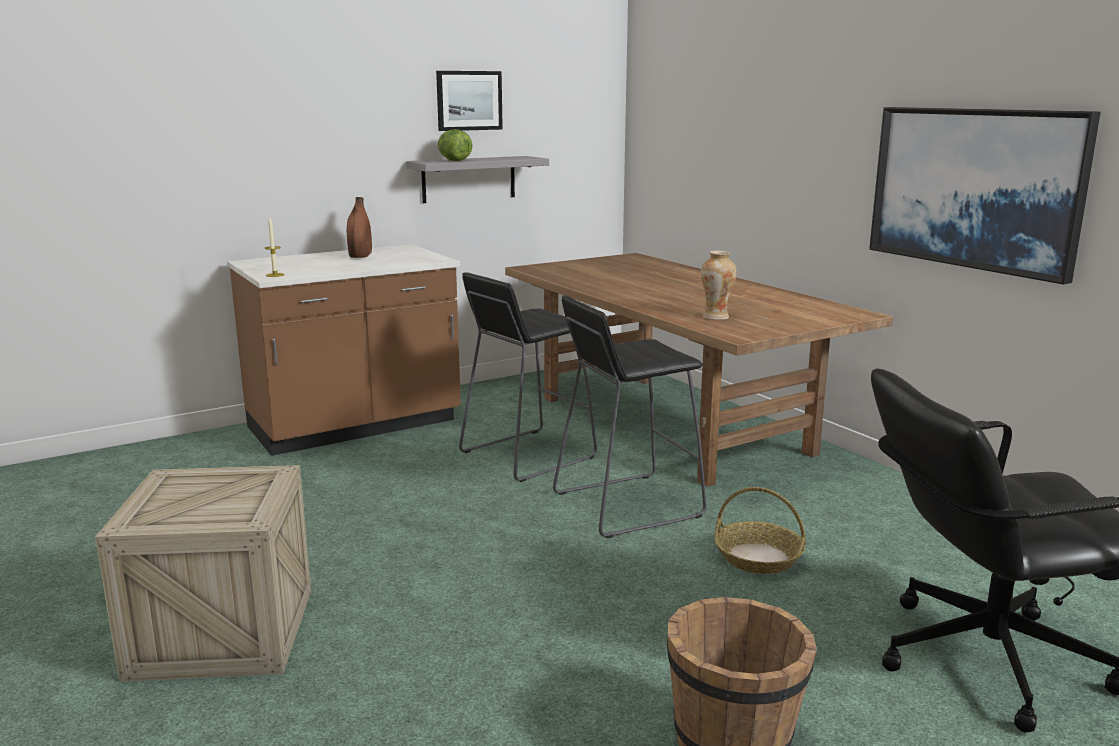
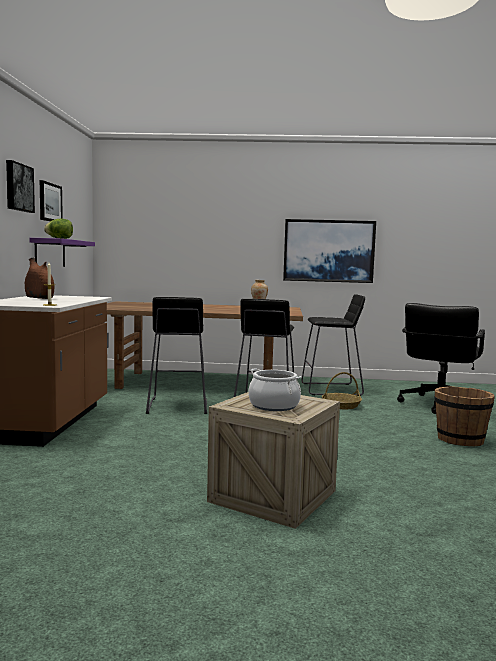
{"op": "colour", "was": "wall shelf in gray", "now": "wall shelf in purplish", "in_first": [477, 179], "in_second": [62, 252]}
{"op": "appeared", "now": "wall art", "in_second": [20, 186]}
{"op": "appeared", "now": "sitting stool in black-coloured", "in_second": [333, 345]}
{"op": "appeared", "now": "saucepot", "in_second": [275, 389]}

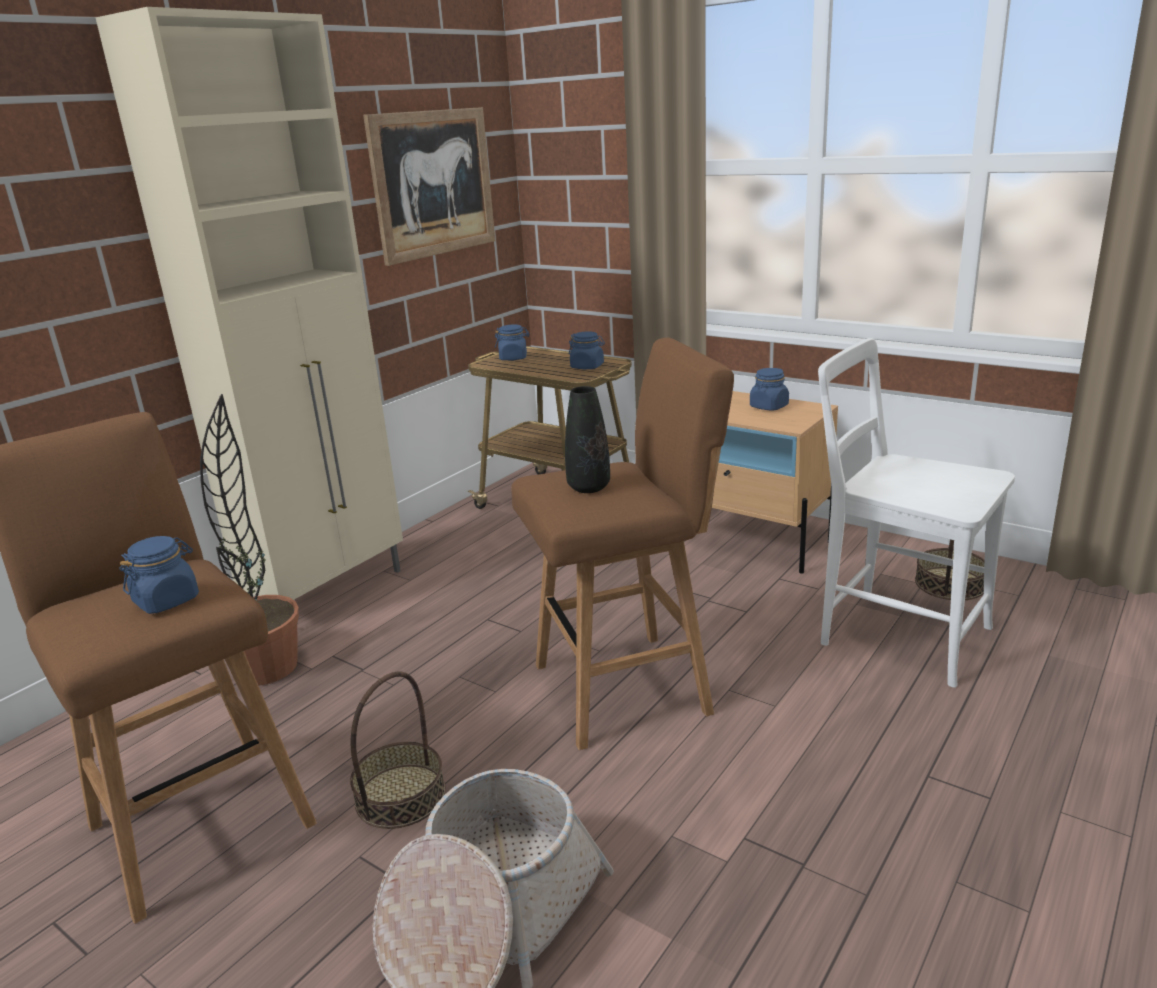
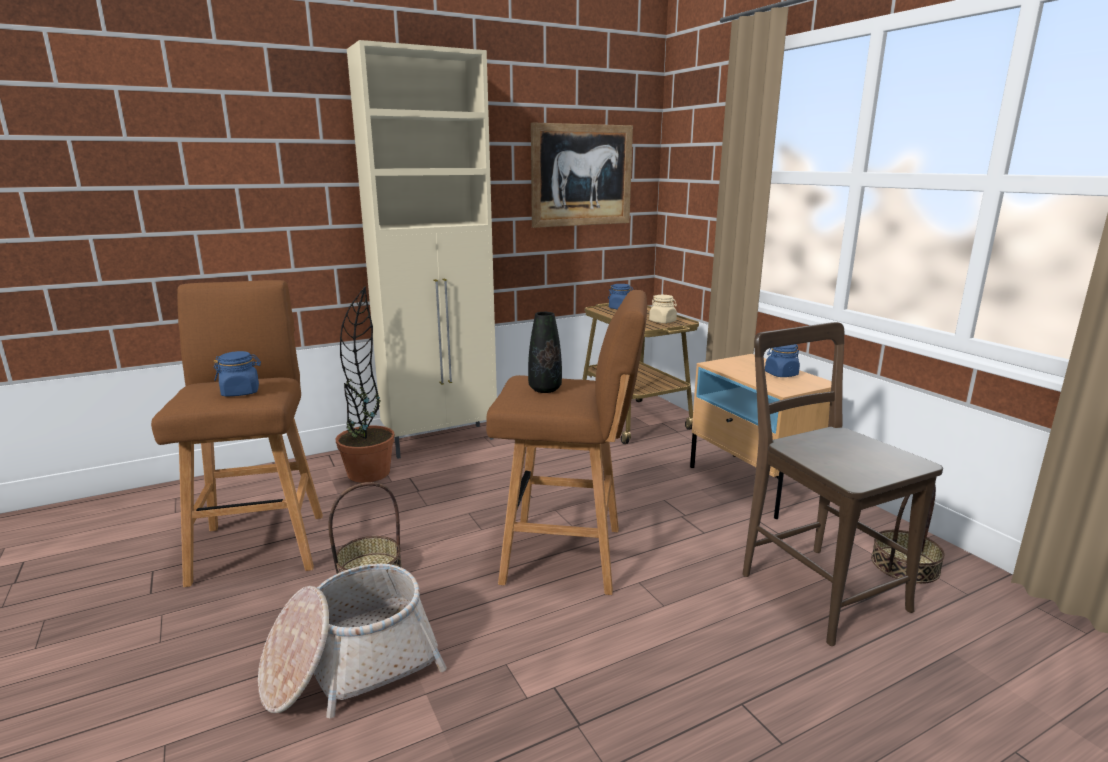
{"op": "colour", "was": "preserve jar in blue", "now": "preserve jar in beige", "in_first": [587, 350], "in_second": [663, 309]}
{"op": "colour", "was": "chair in white-coloured", "now": "chair in brown", "in_first": [916, 513], "in_second": [843, 484]}

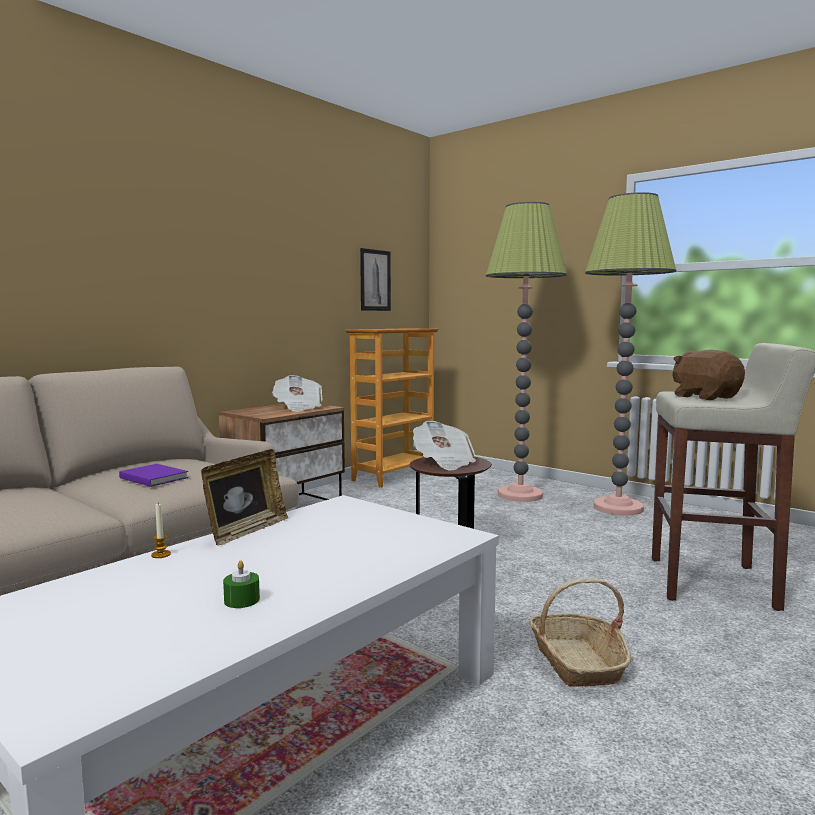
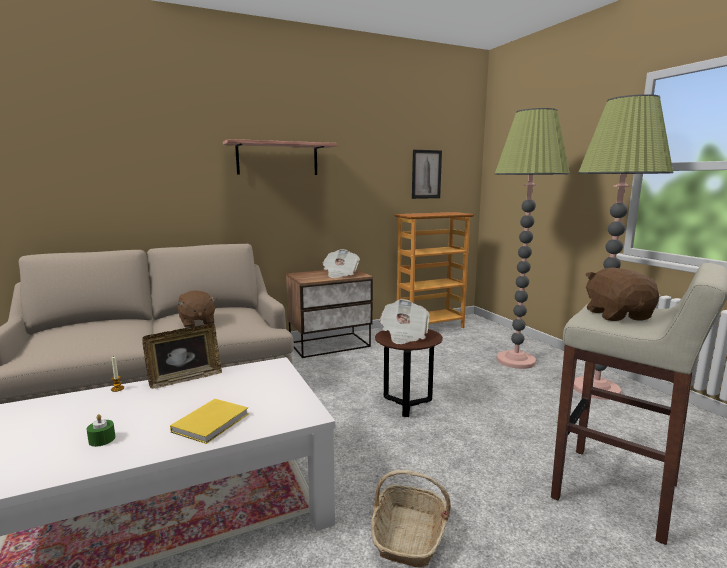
{"op": "exchanged", "was": "volume in purplish", "now": "cuddly toy in brown", "in_first": [153, 475], "in_second": [197, 309]}
{"op": "appeared", "now": "wall shelf", "in_second": [280, 157]}
{"op": "appeared", "now": "volume in yellow", "in_second": [209, 421]}

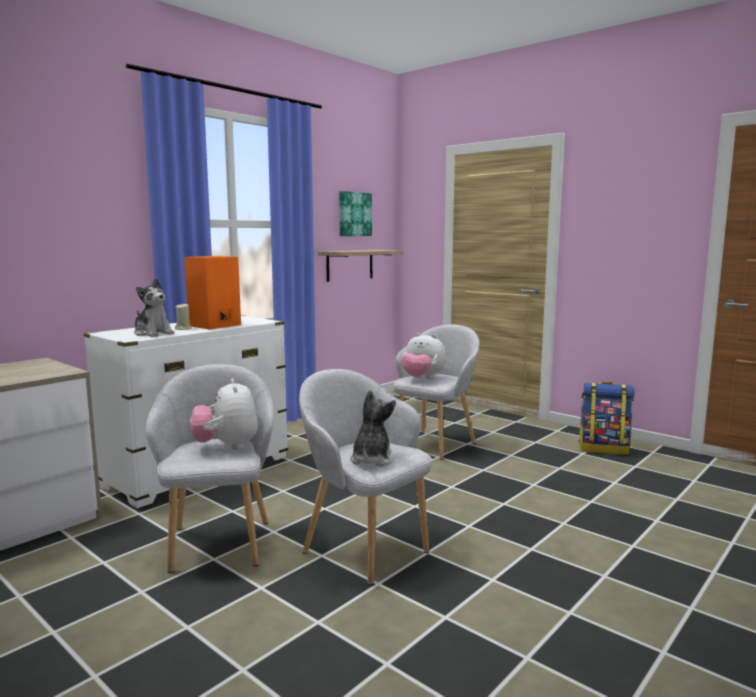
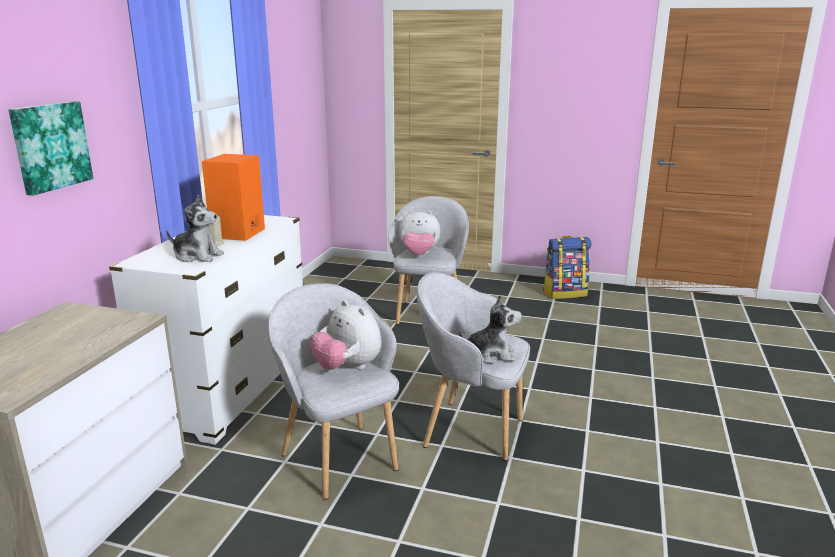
{"op": "relocated", "was": "wall art", "in_first": [355, 213], "in_second": [51, 148]}
{"op": "missing", "was": "wall shelf", "in_first": [360, 266]}
{"op": "spun", "was": "cuddly toy", "in_first": [373, 428], "in_second": [490, 329], "clockwise": 105}

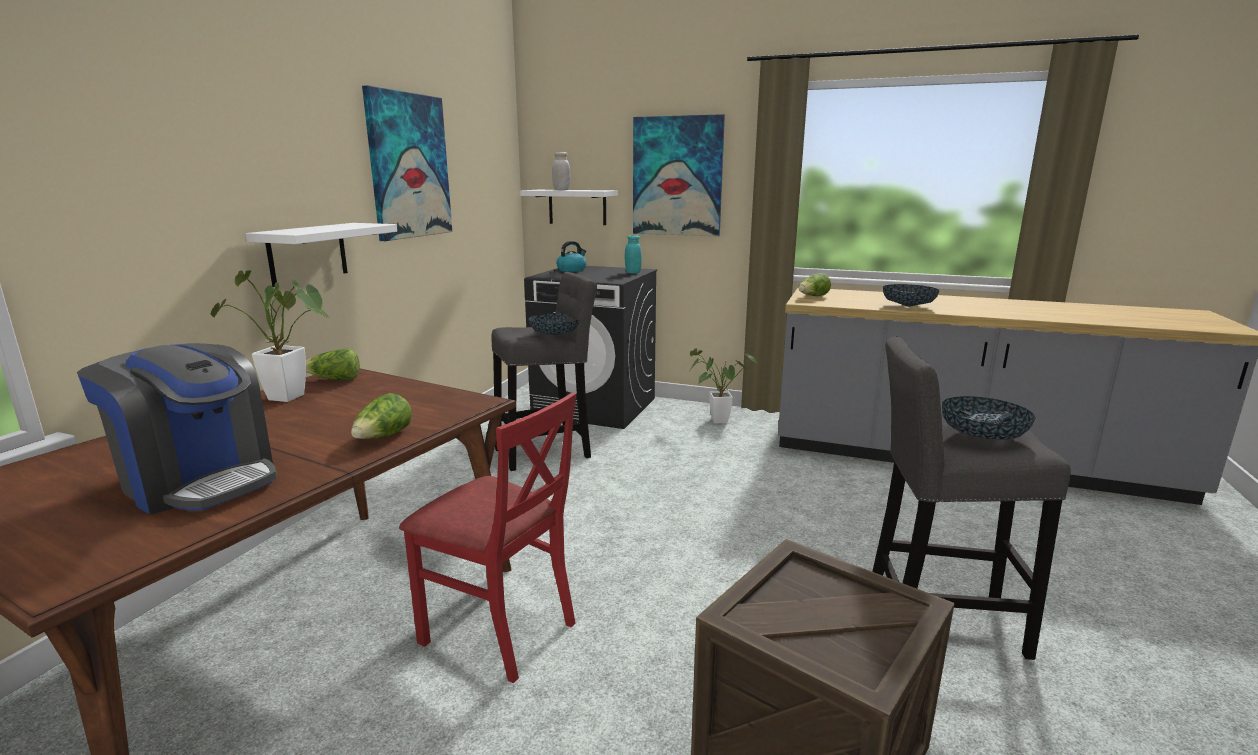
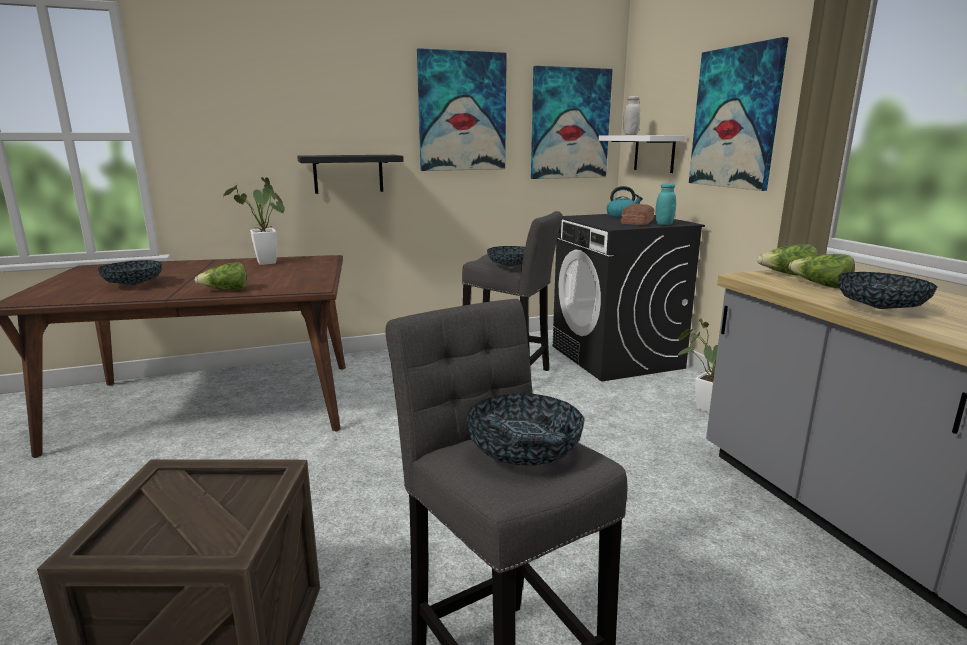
{"op": "colour", "was": "wall shelf in white-coloured", "now": "wall shelf in black-coloured", "in_first": [321, 255], "in_second": [350, 174]}
{"op": "exchanged", "was": "coffee maker", "now": "bowl", "in_first": [177, 428], "in_second": [130, 272]}
{"op": "relocated", "was": "head of lettuce", "in_first": [332, 364], "in_second": [821, 271]}
{"op": "missing", "was": "chair in red", "in_first": [487, 537]}
{"op": "appeared", "now": "wall art", "in_second": [572, 122]}
{"op": "appeared", "now": "baked bread", "in_second": [637, 214]}

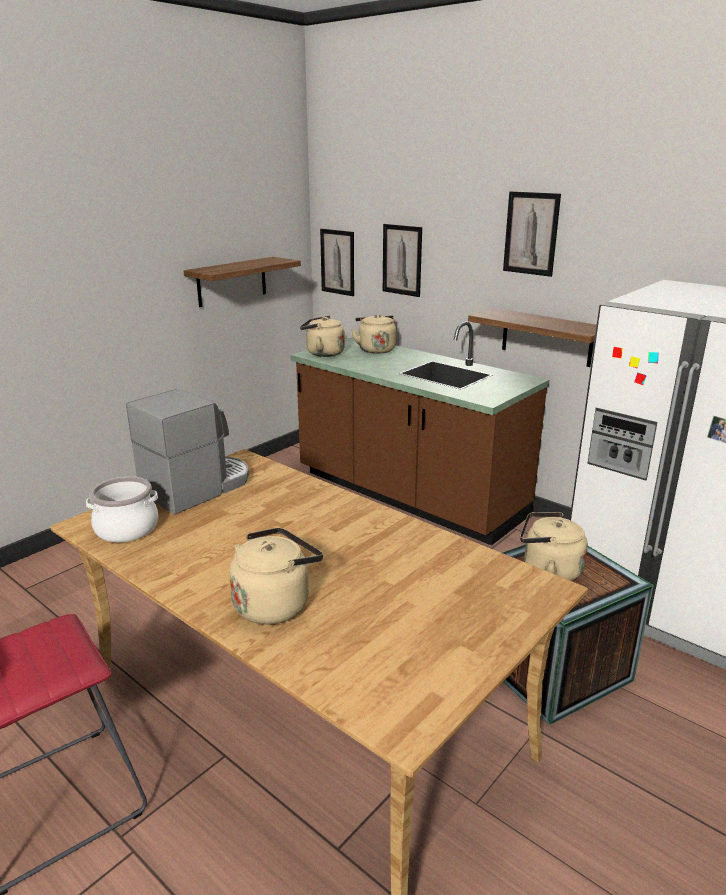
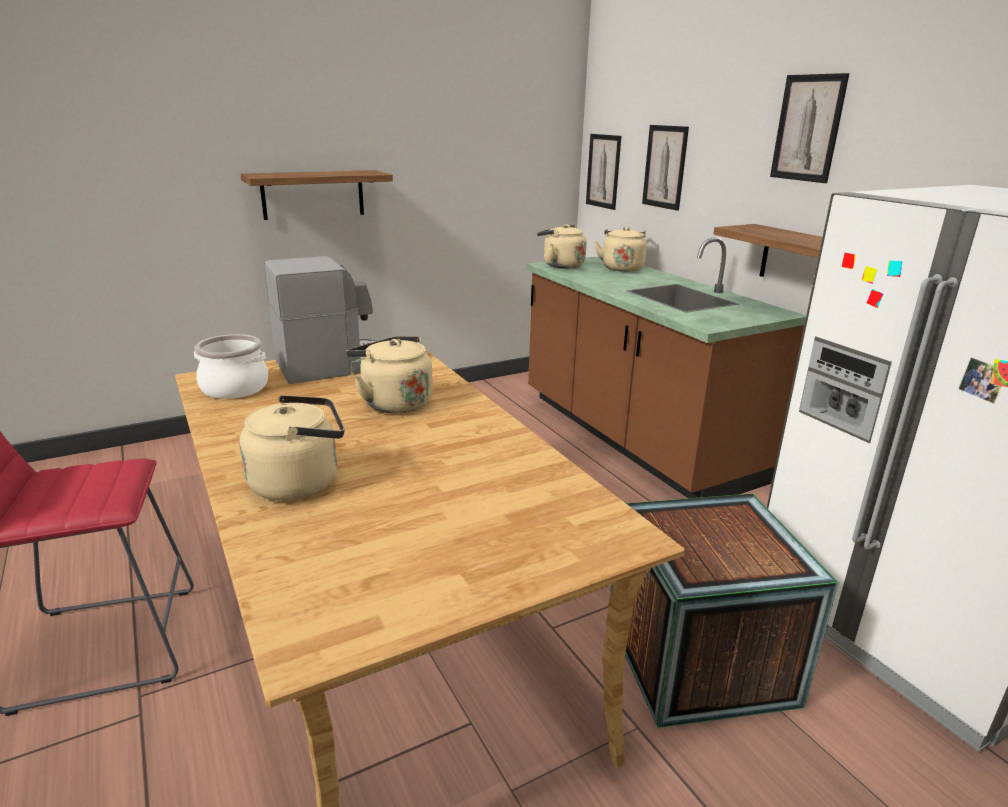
{"op": "relocated", "was": "wall shelf", "in_first": [242, 282], "in_second": [316, 195]}
{"op": "relocated", "was": "water kettle in beige", "in_first": [554, 546], "in_second": [389, 374]}

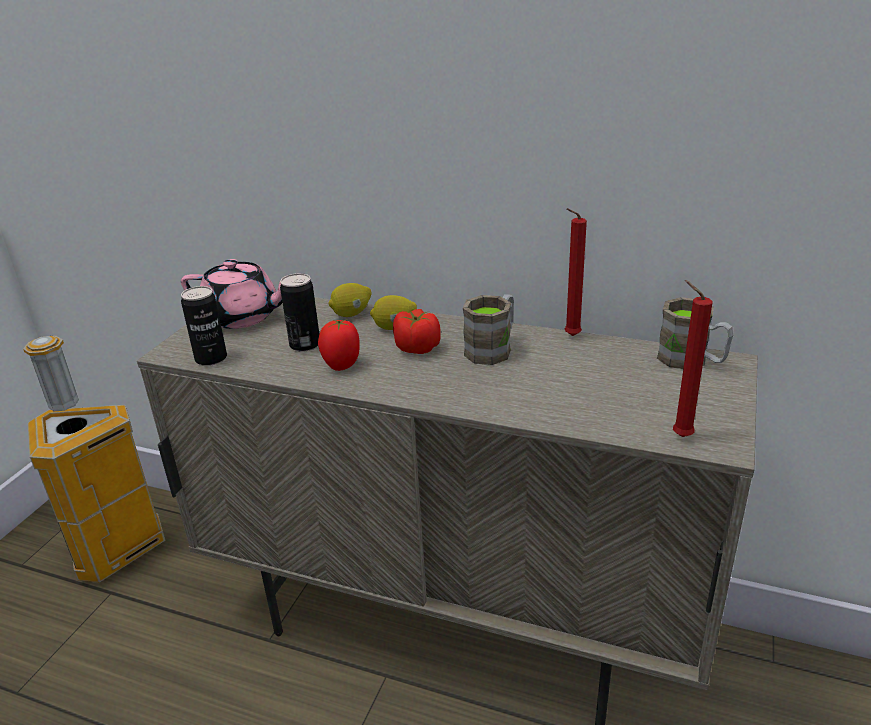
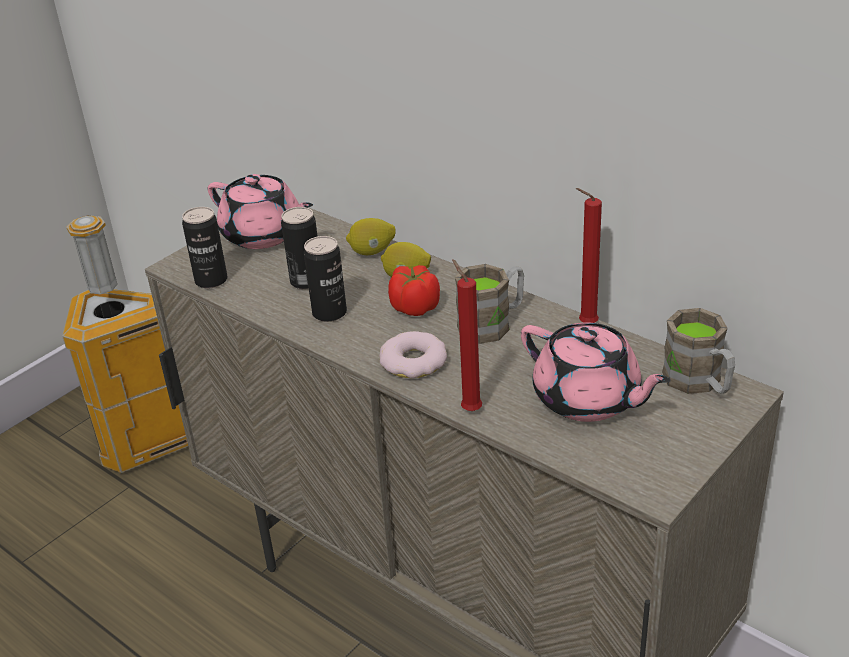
{"op": "relocated", "was": "candle in red", "in_first": [693, 358], "in_second": [467, 335]}
{"op": "exchanged", "was": "tomato", "now": "sealed can", "in_first": [339, 345], "in_second": [325, 279]}
{"op": "appeared", "now": "teapot in pinkish", "in_second": [596, 372]}
{"op": "appeared", "now": "donut", "in_second": [413, 354]}

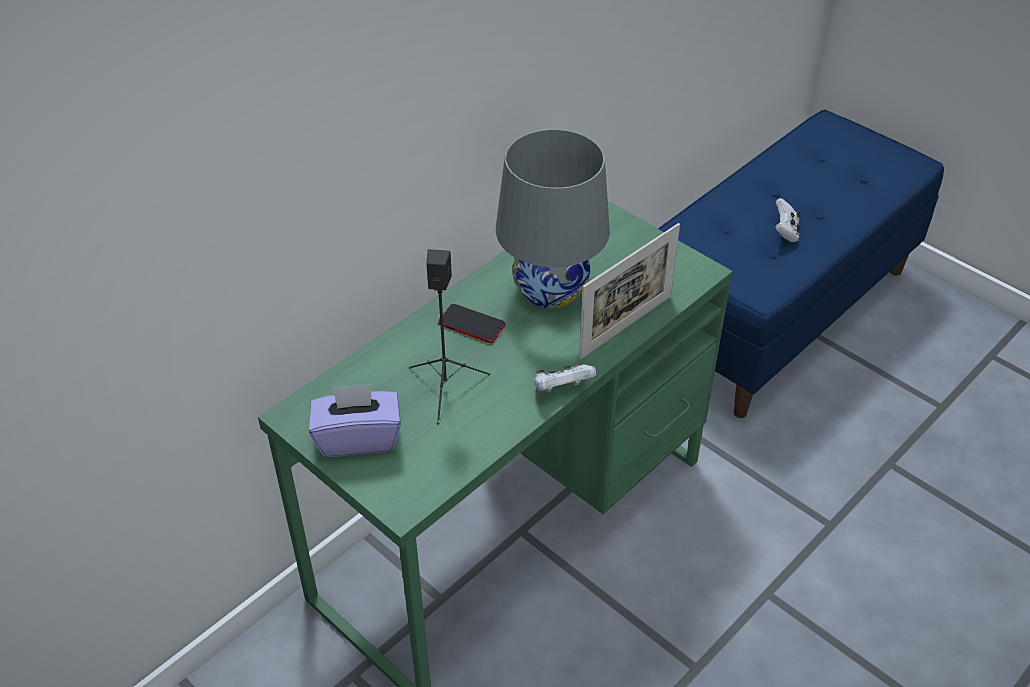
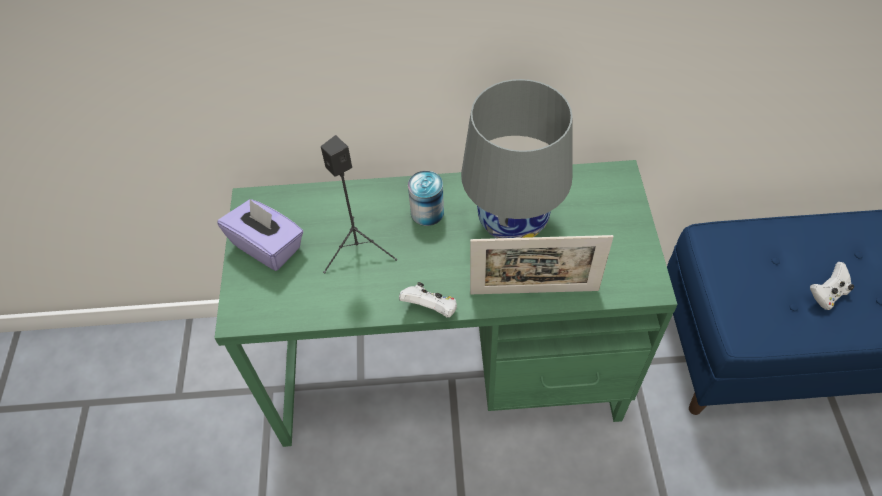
{"op": "exchanged", "was": "telephone", "now": "sealed can", "in_first": [471, 323], "in_second": [426, 198]}

